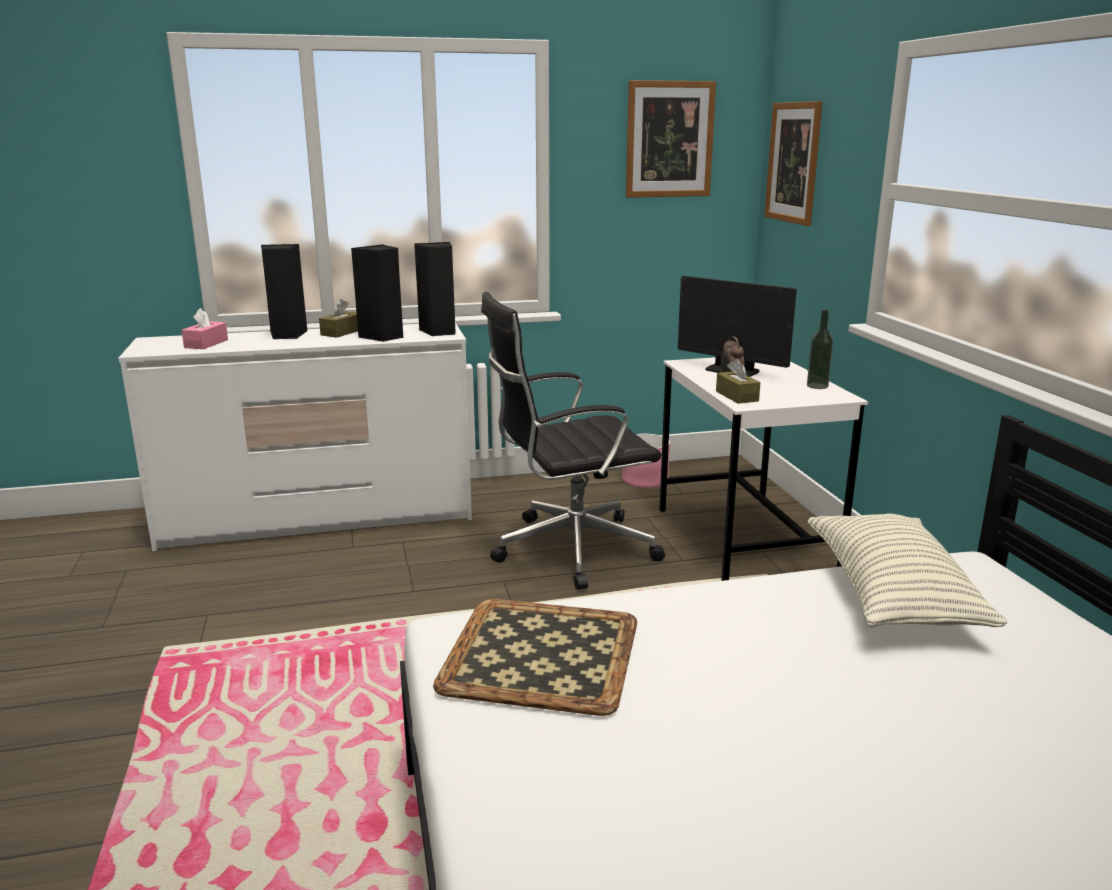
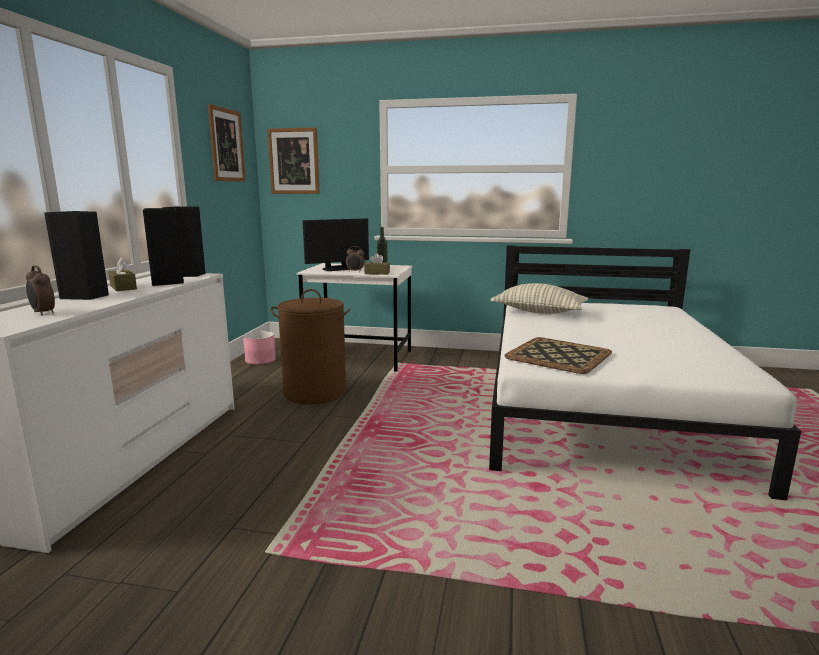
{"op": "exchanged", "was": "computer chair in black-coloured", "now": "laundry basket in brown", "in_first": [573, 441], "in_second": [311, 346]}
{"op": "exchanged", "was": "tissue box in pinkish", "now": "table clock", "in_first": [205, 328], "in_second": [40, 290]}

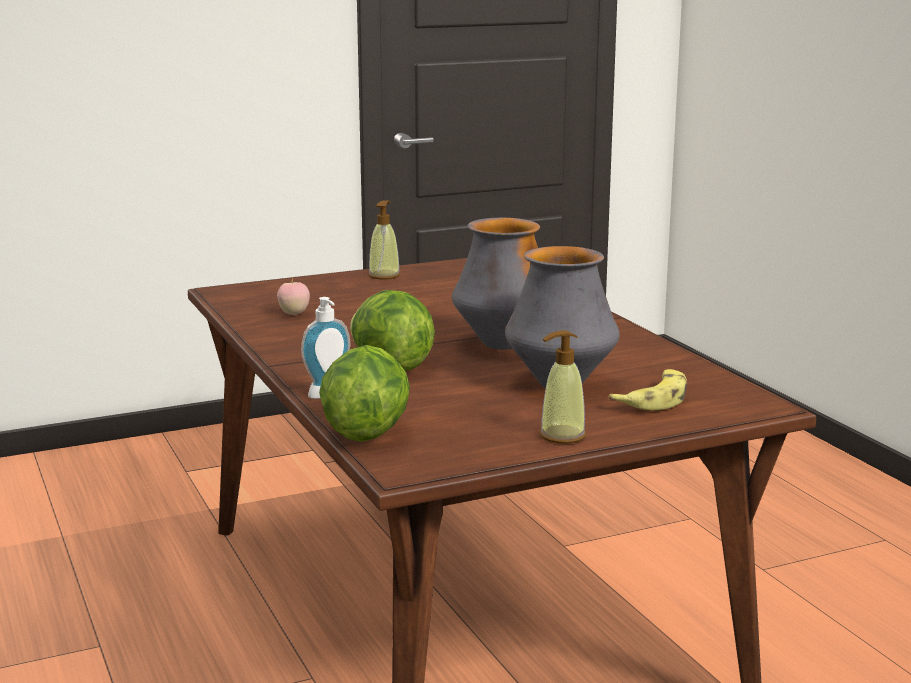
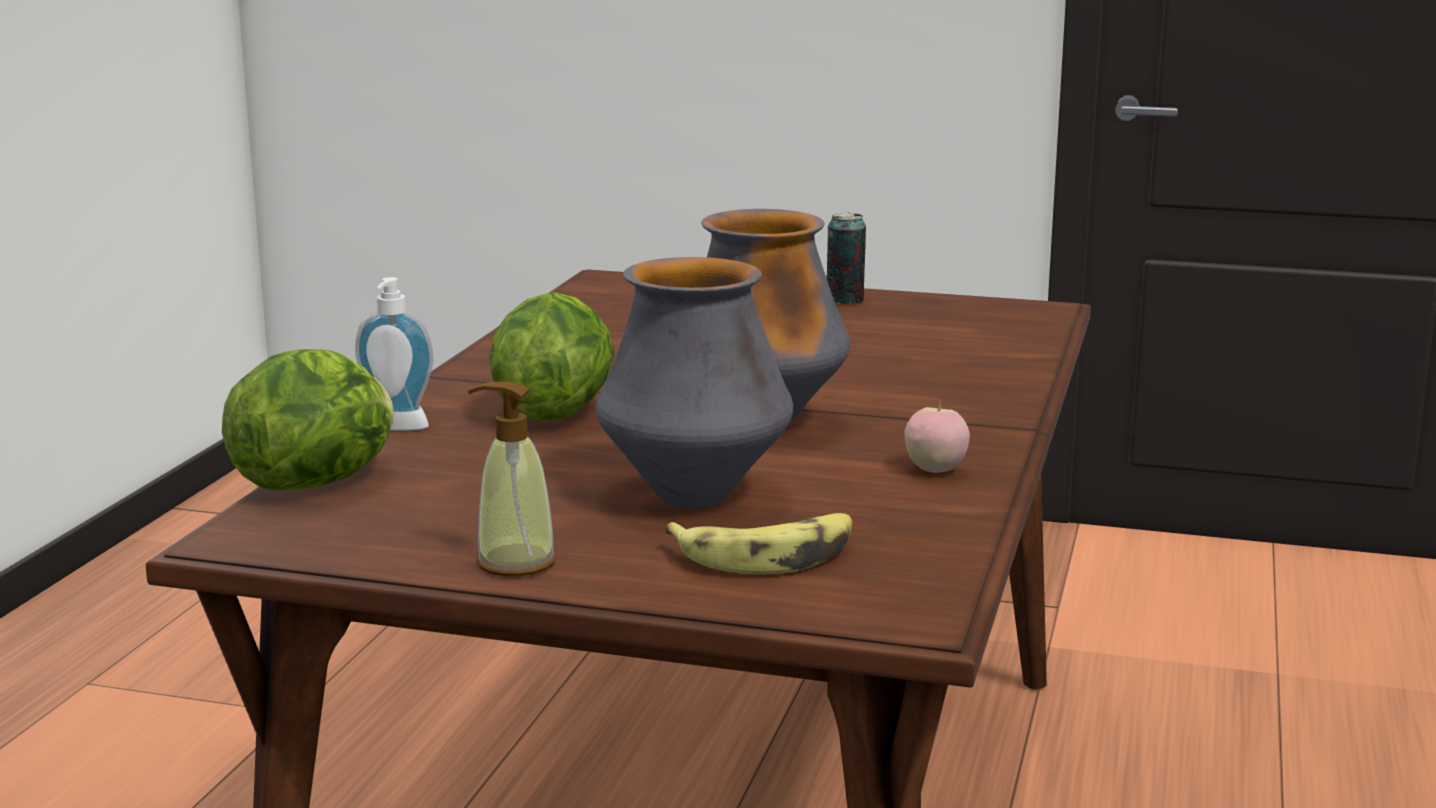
{"op": "exchanged", "was": "soap dispenser", "now": "sealed can", "in_first": [384, 240], "in_second": [846, 258]}
{"op": "relocated", "was": "apple fruit", "in_first": [293, 296], "in_second": [937, 436]}

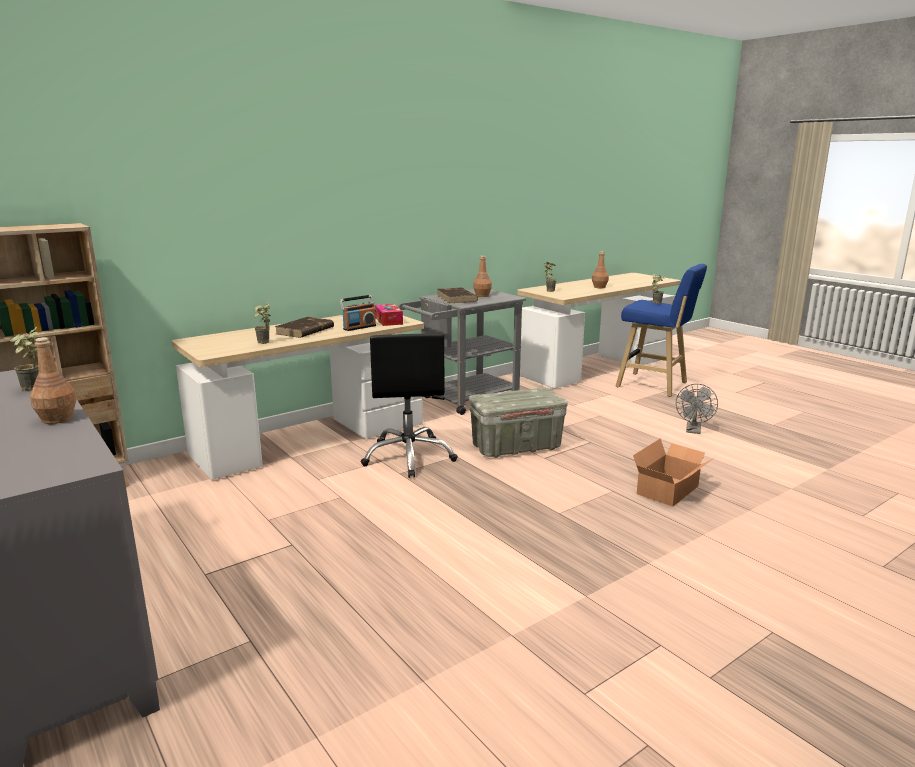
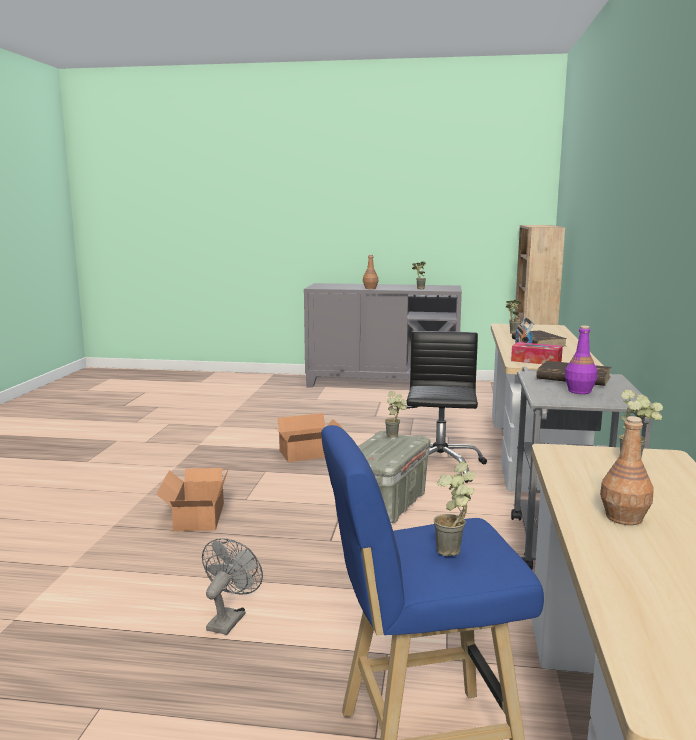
{"op": "colour", "was": "beverage bottle in brown", "now": "beverage bottle in purplish", "in_first": [482, 276], "in_second": [581, 360]}
{"op": "spun", "was": "computer chair in black-coloured", "in_first": [409, 405], "in_second": [446, 407], "clockwise": 60}
{"op": "spun", "was": "electric fan in gray", "in_first": [697, 409], "in_second": [232, 586], "clockwise": 45}
{"op": "appeared", "now": "potted plant", "in_second": [396, 414]}
{"op": "appeared", "now": "carton", "in_second": [308, 437]}

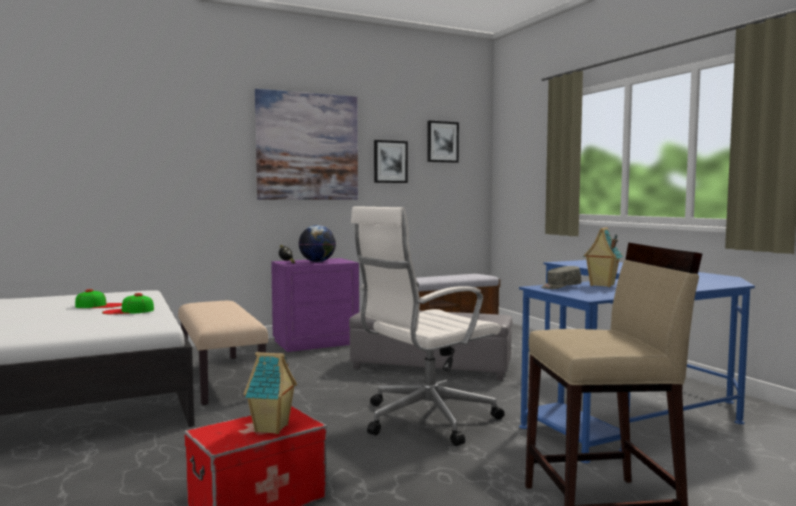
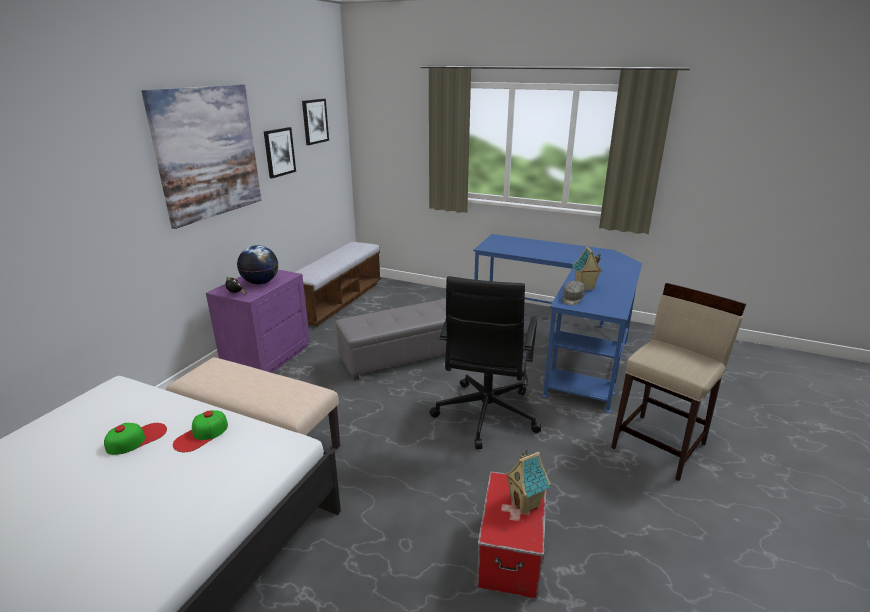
{"op": "colour", "was": "computer chair in white-coloured", "now": "computer chair in black-coloured", "in_first": [428, 326], "in_second": [485, 362]}

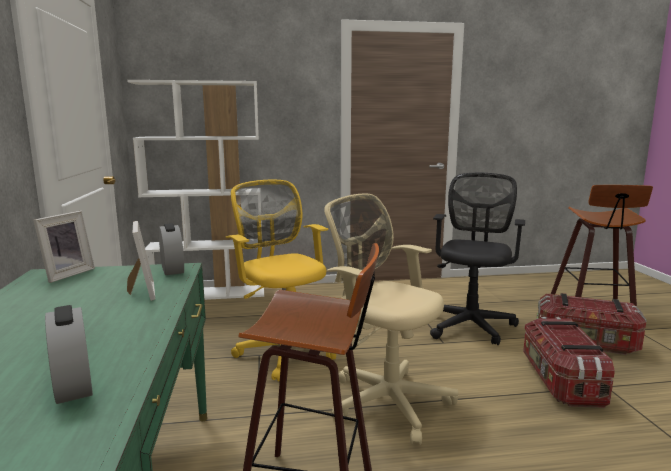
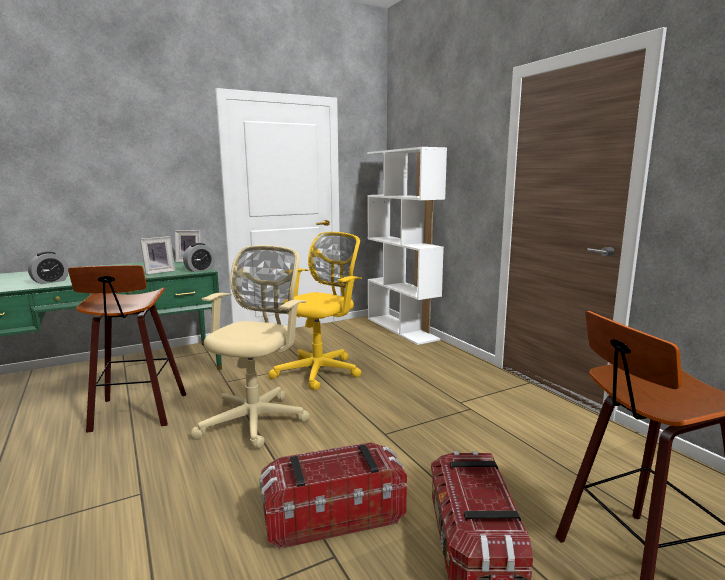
{"op": "missing", "was": "computer chair in black-coloured", "in_first": [477, 259]}

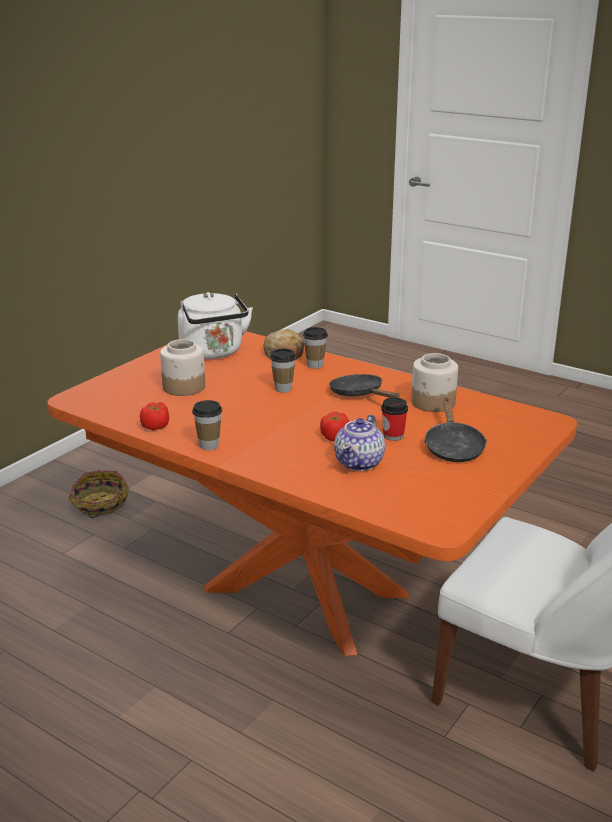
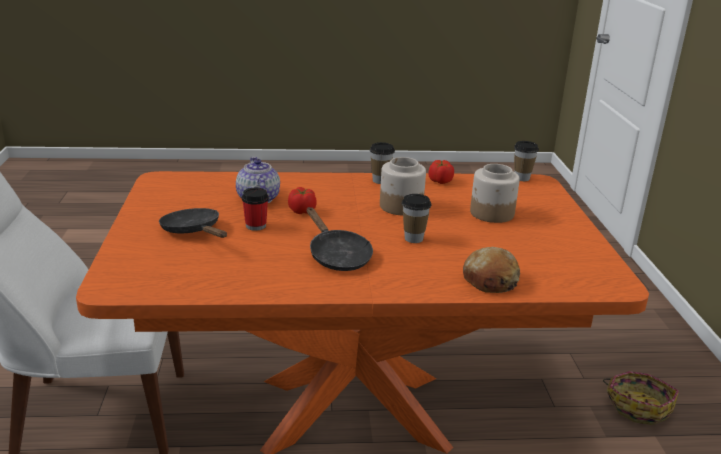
{"op": "missing", "was": "water kettle in white-coloured", "in_first": [215, 325]}
{"op": "relocated", "was": "cup", "in_first": [315, 348], "in_second": [526, 161]}
{"op": "relocated", "was": "preserve jar", "in_first": [434, 382], "in_second": [403, 186]}
{"op": "spun", "was": "pan in black-coloured", "in_first": [364, 386], "in_second": [340, 239], "clockwise": 45}

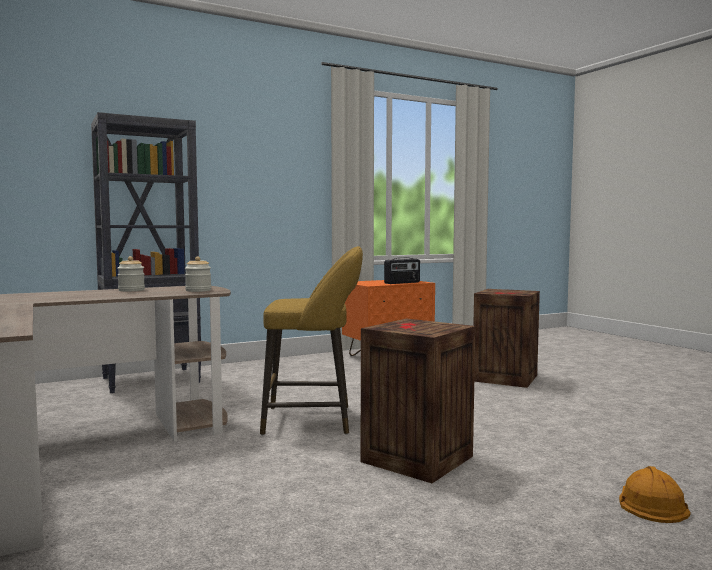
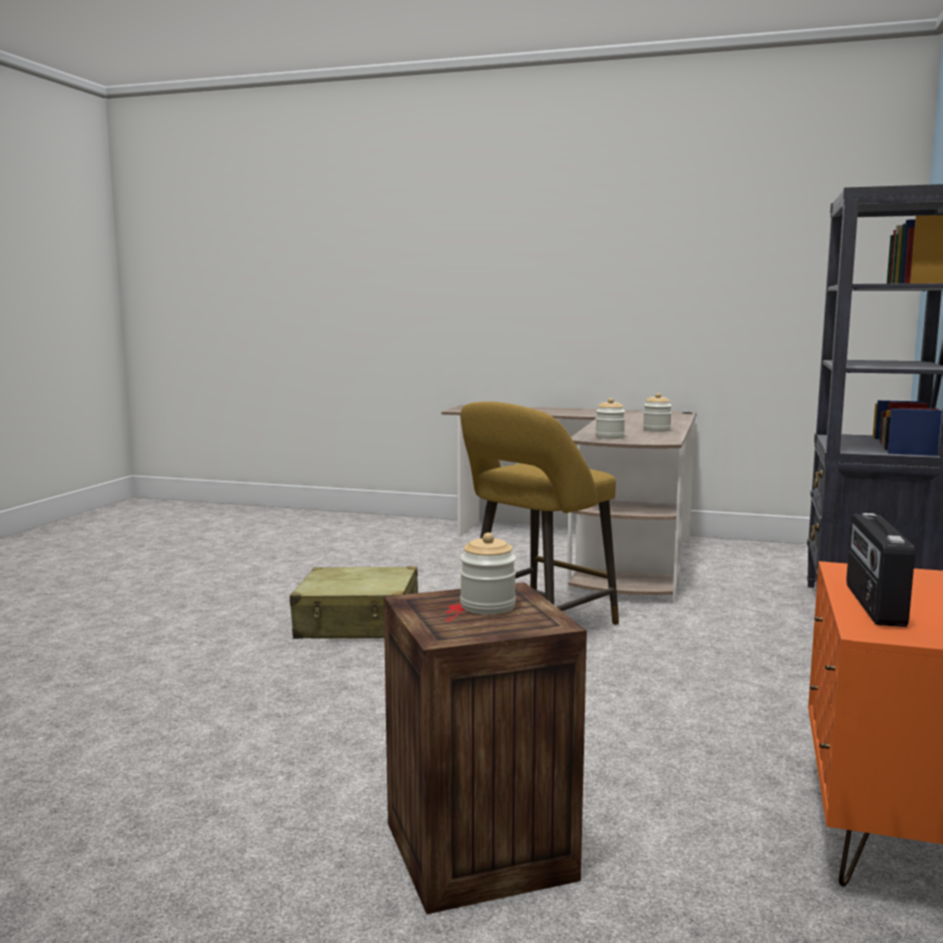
{"op": "exchanged", "was": "packing crate", "now": "travel case in beige", "in_first": [418, 400], "in_second": [354, 602]}
{"op": "missing", "was": "hard hat in orangey", "in_first": [654, 494]}
{"op": "appeared", "now": "preserve jar", "in_second": [488, 574]}

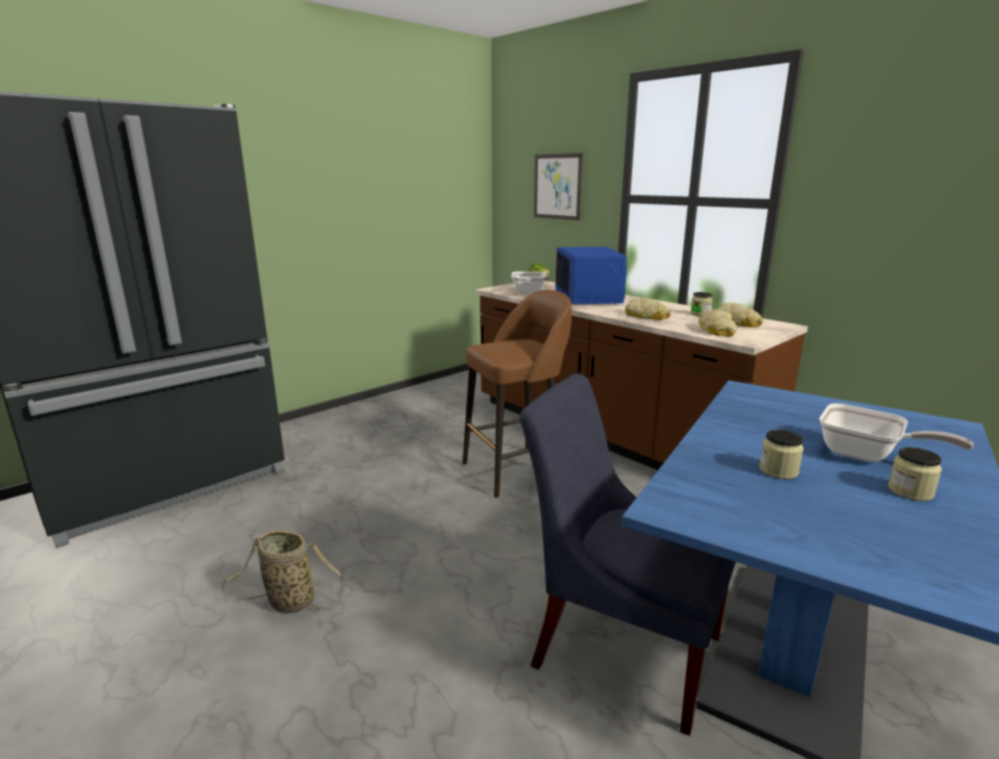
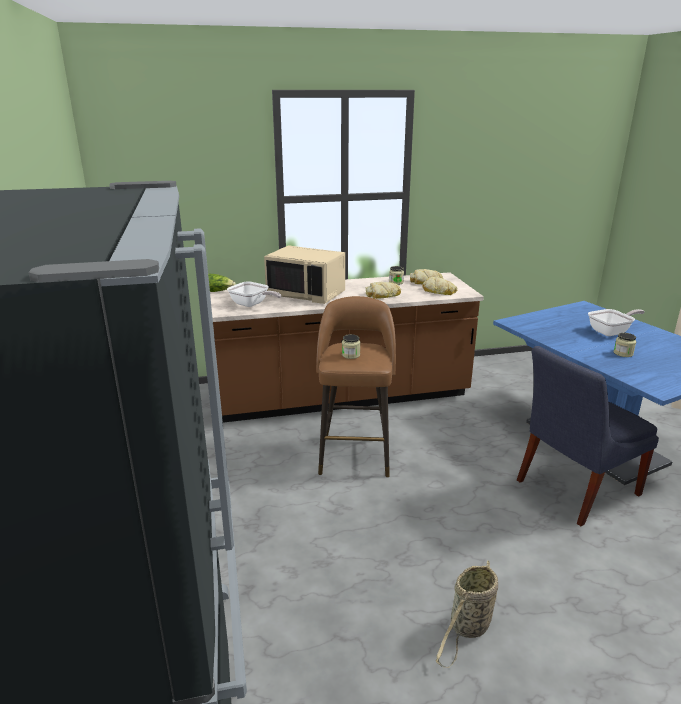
{"op": "missing", "was": "wall art", "in_first": [558, 186]}
{"op": "colour", "was": "kitchen microwave in blue", "now": "kitchen microwave in beige", "in_first": [591, 276], "in_second": [304, 274]}
{"op": "relocated", "was": "preserve jar", "in_first": [915, 474], "in_second": [351, 346]}

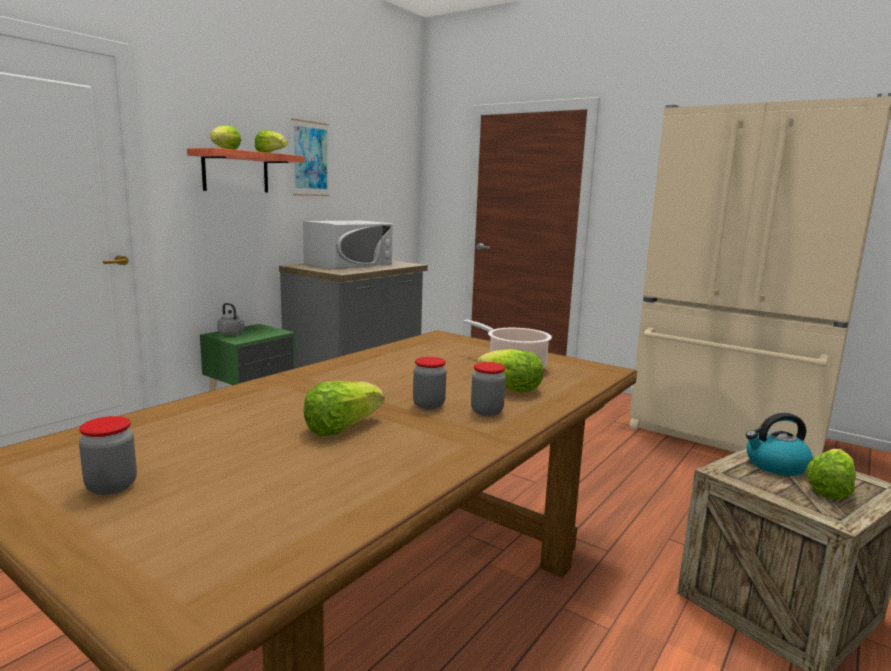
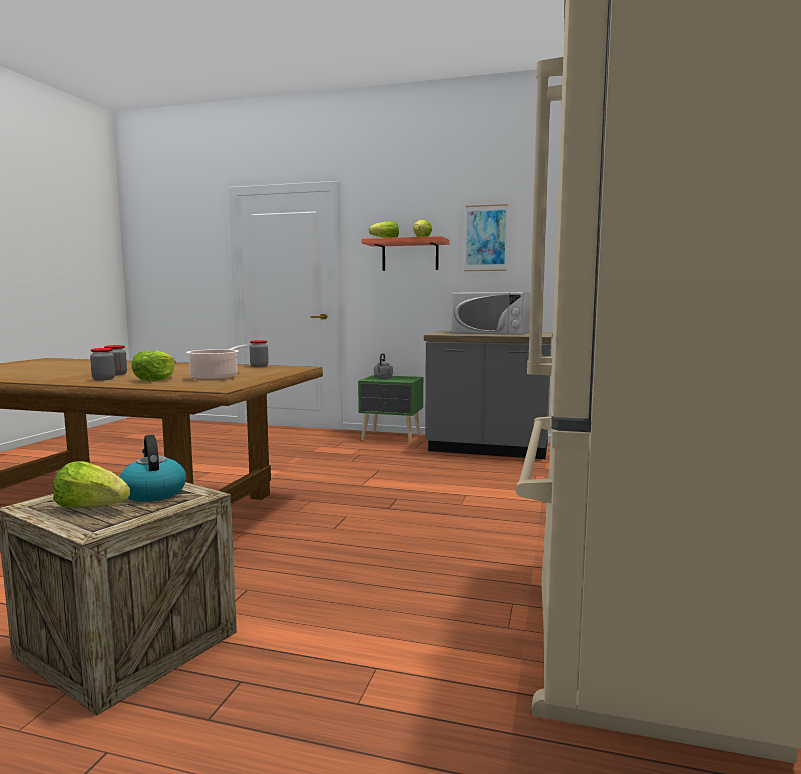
{"op": "missing", "was": "head of lettuce", "in_first": [343, 408]}
{"op": "relocated", "was": "preserve jar", "in_first": [108, 455], "in_second": [259, 353]}

